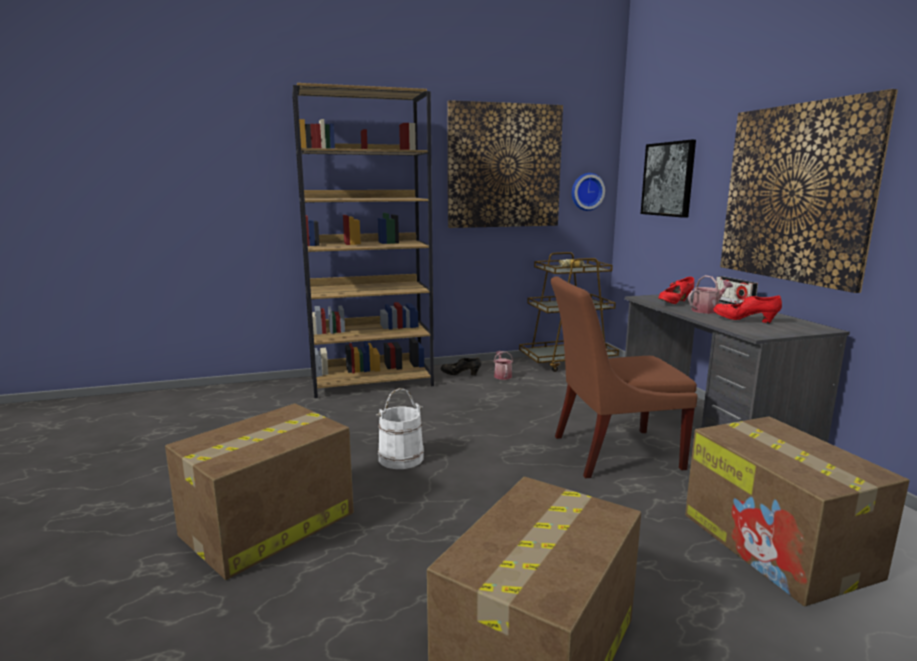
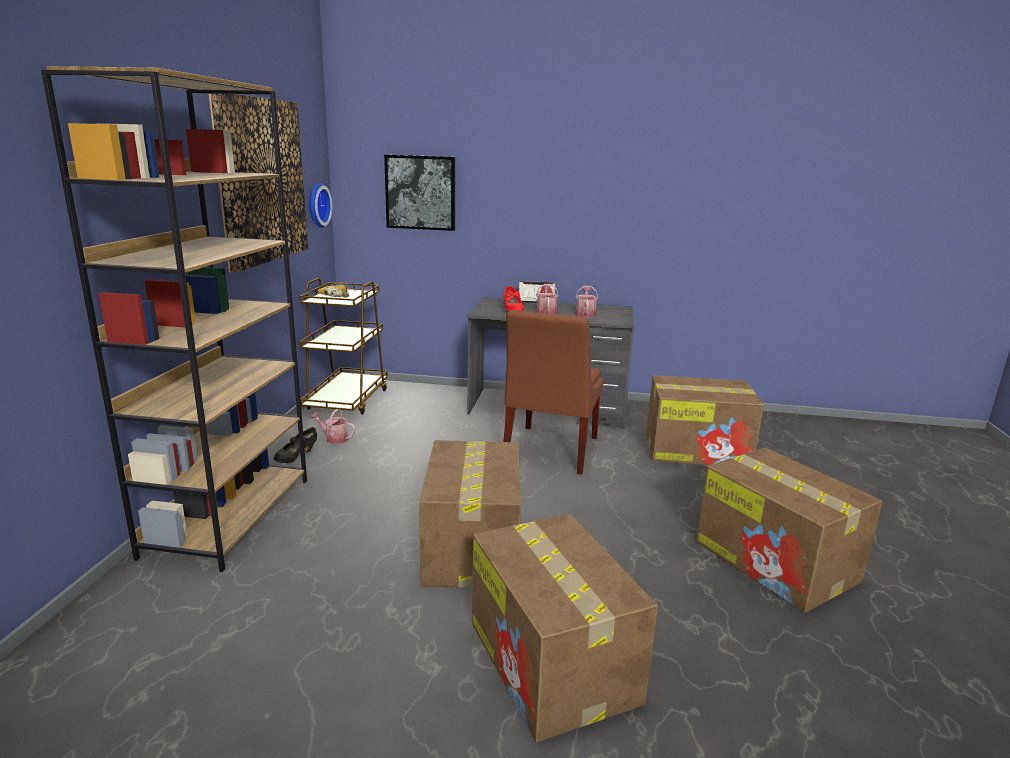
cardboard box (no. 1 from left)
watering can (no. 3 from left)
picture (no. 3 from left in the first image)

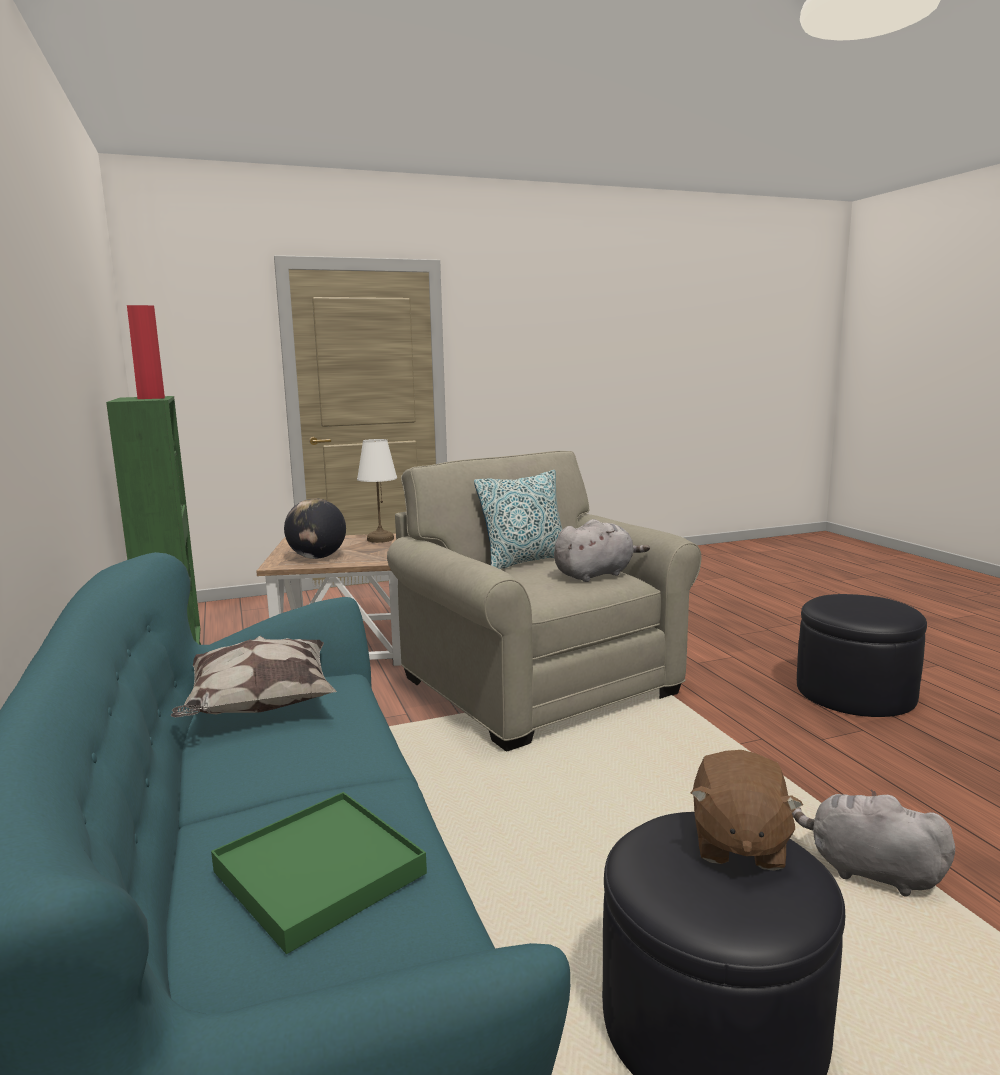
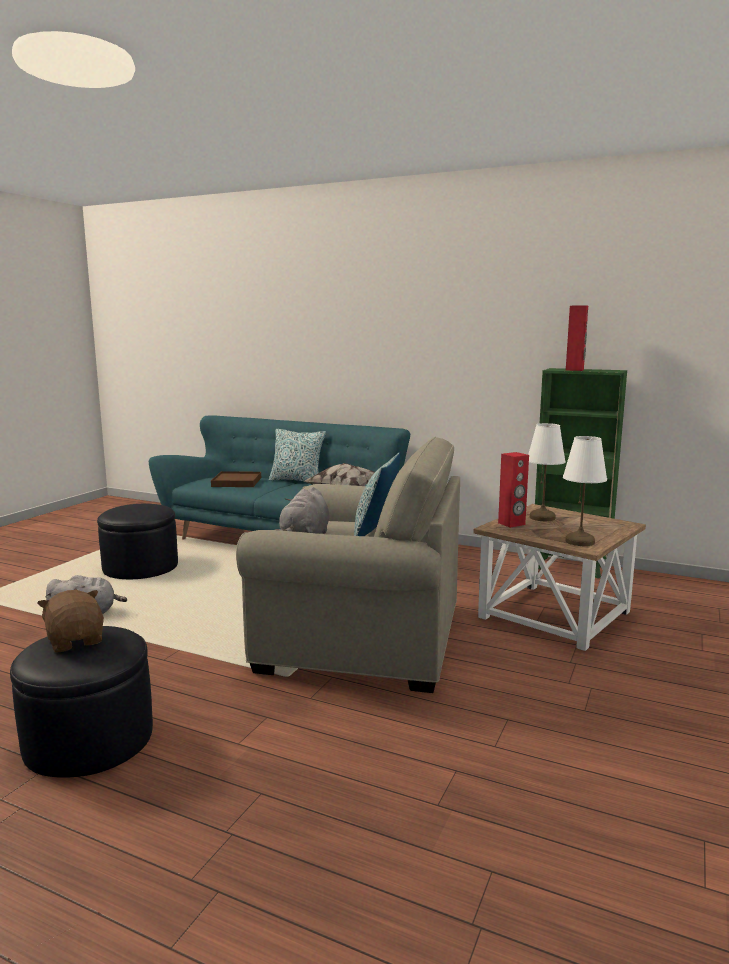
tray/brown
table lamp/white (no. 1 from left)
plush toy/brown
pillow (no. 1 from left)
speaker/red (no. 1 from left)

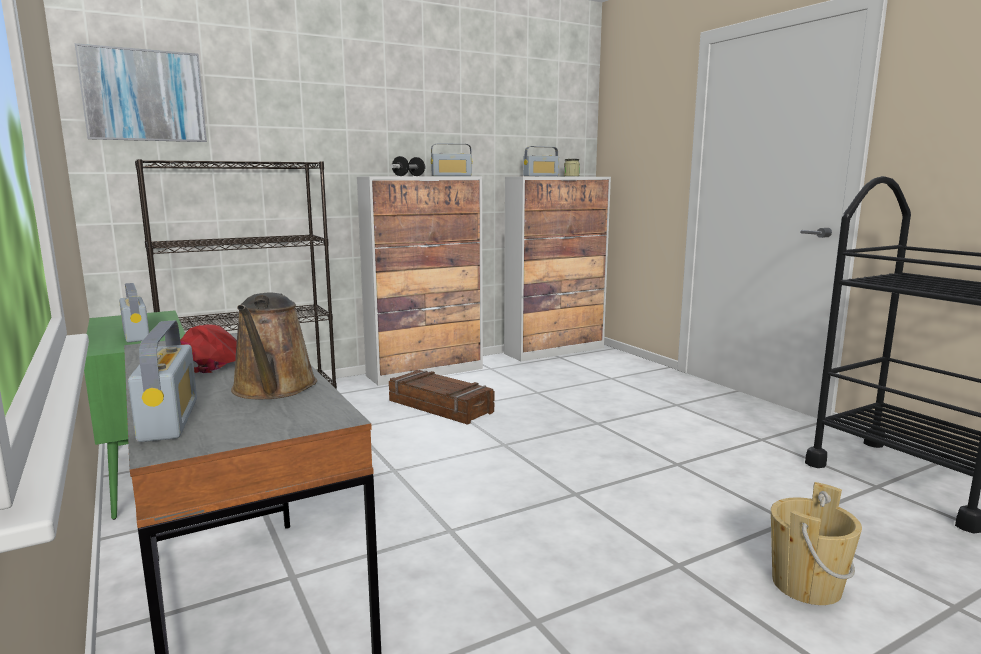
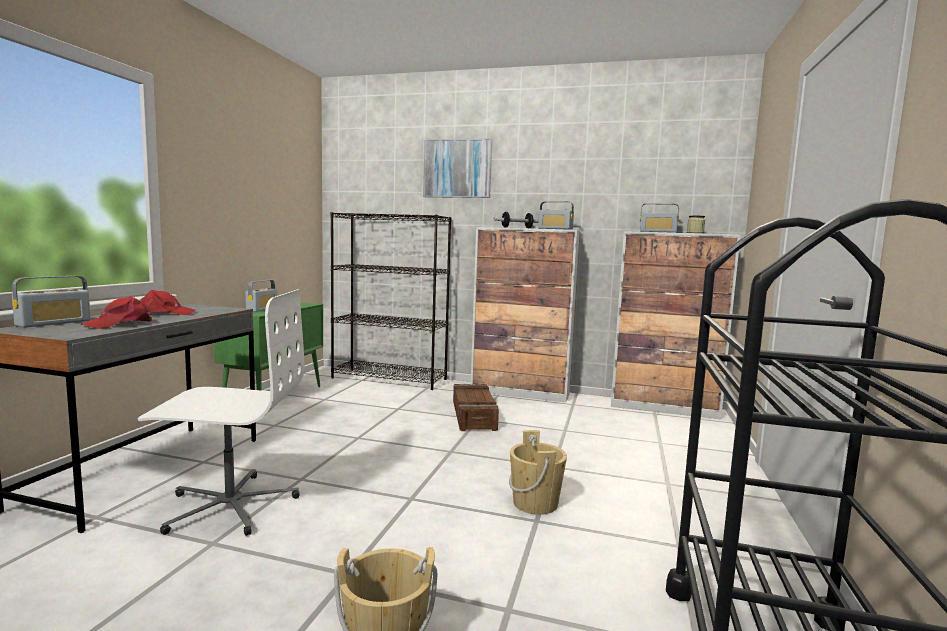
picture
cap/red (no. 1 from left)
office chair/white
bucket/beige (no. 2 from left)

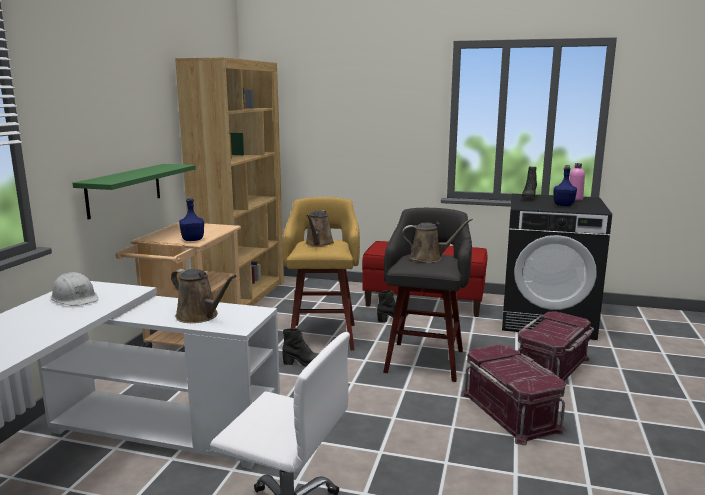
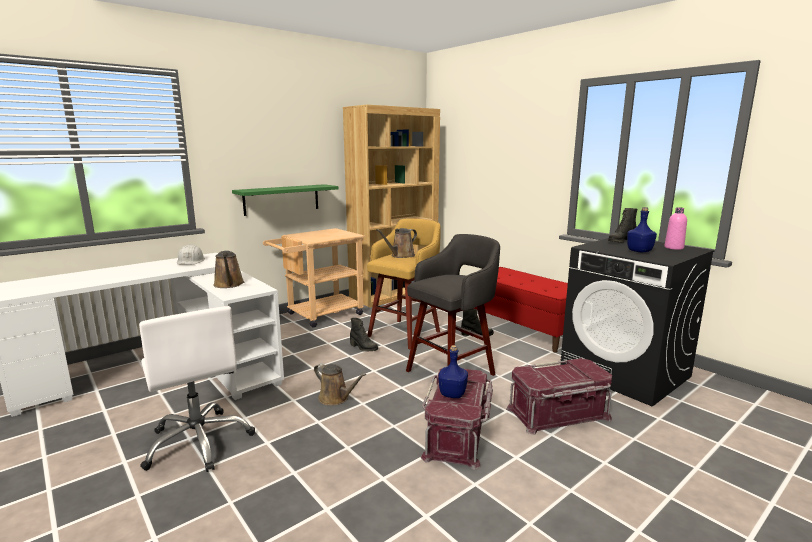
bottle/blue (no. 1 from left)
watering can/brown (no. 2 from left)

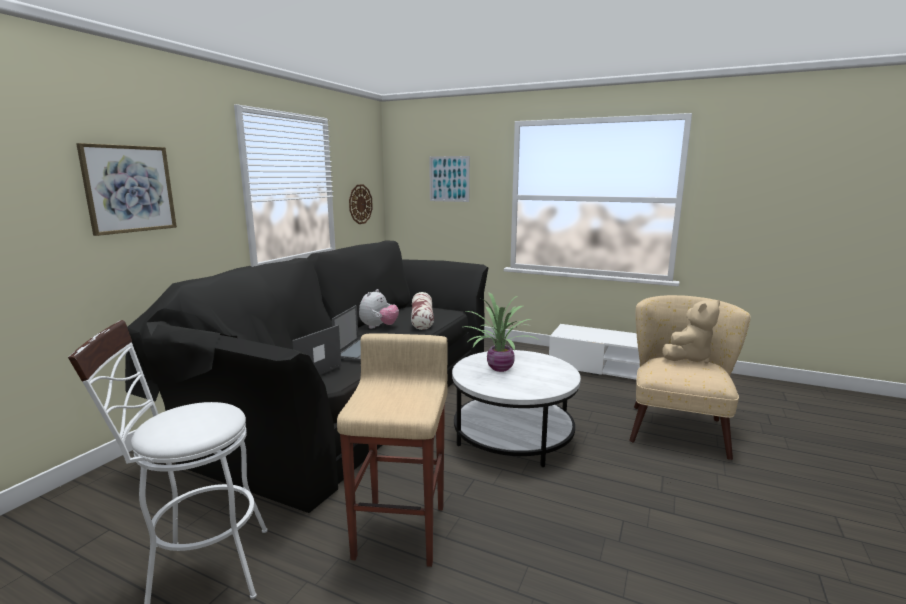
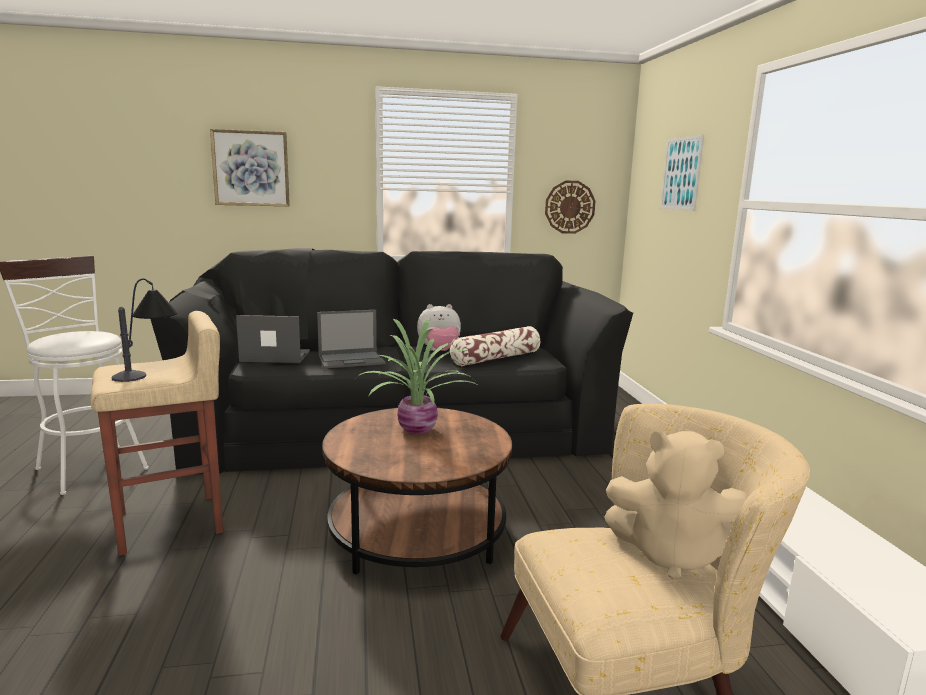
coffee table/brown
table lamp

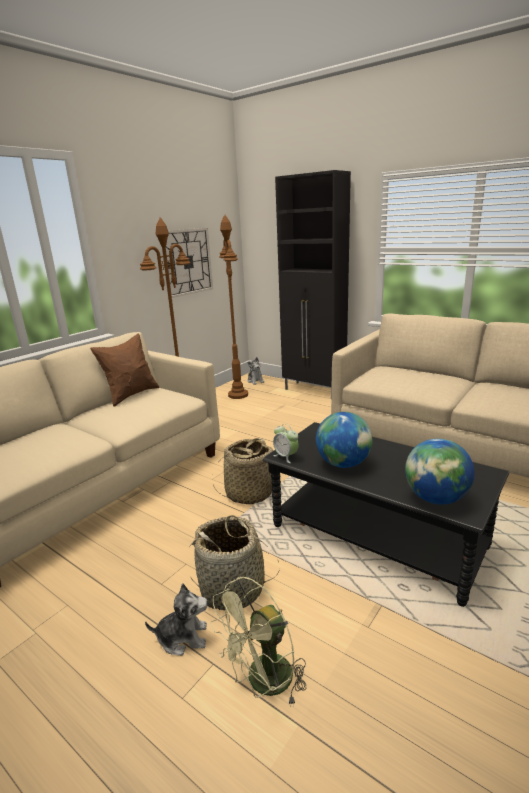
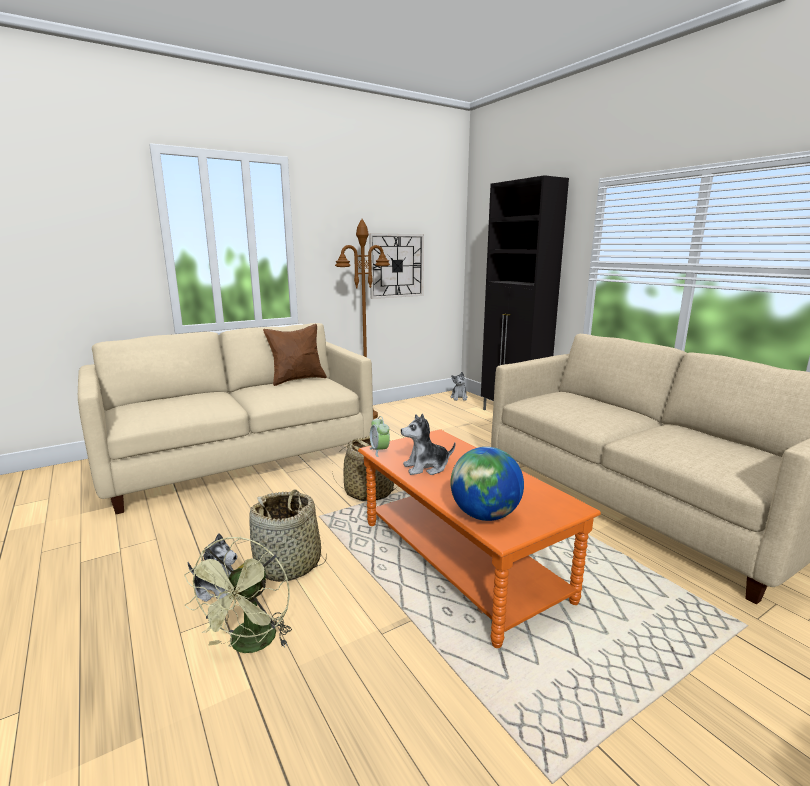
fan/green
floor lamp/brown (no. 2 from left in the first image)
coffee table/orange
plush toy (no. 2 from left)

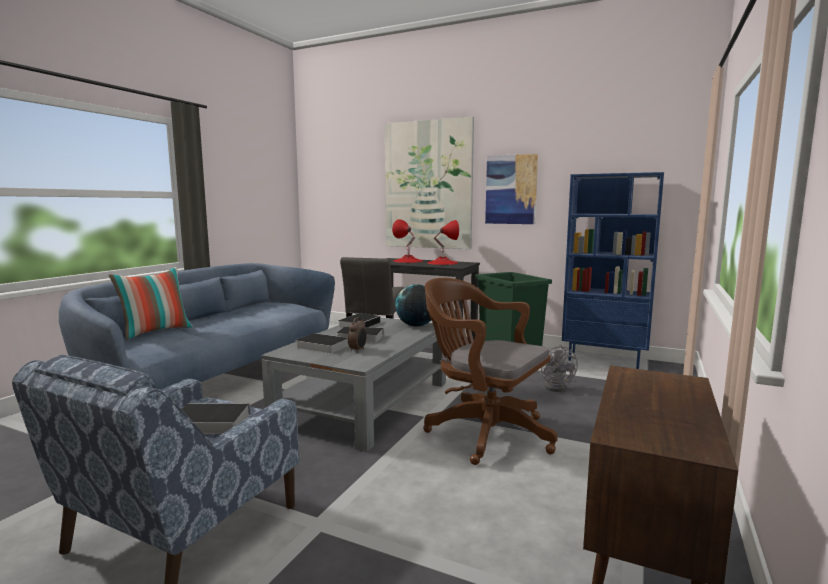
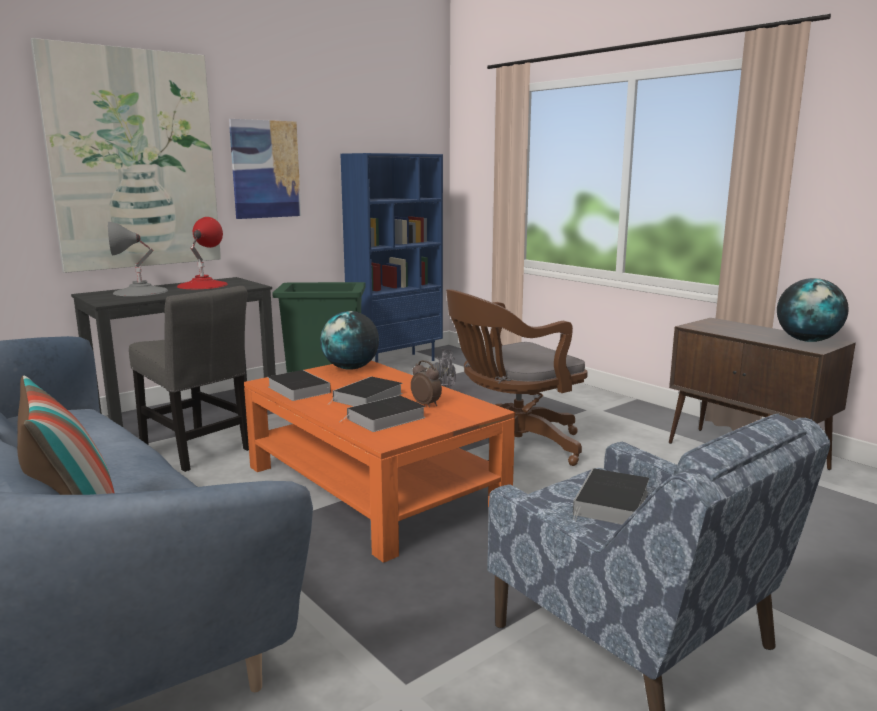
coffee table/orange
table lamp/grey
globe (no. 2 from left)

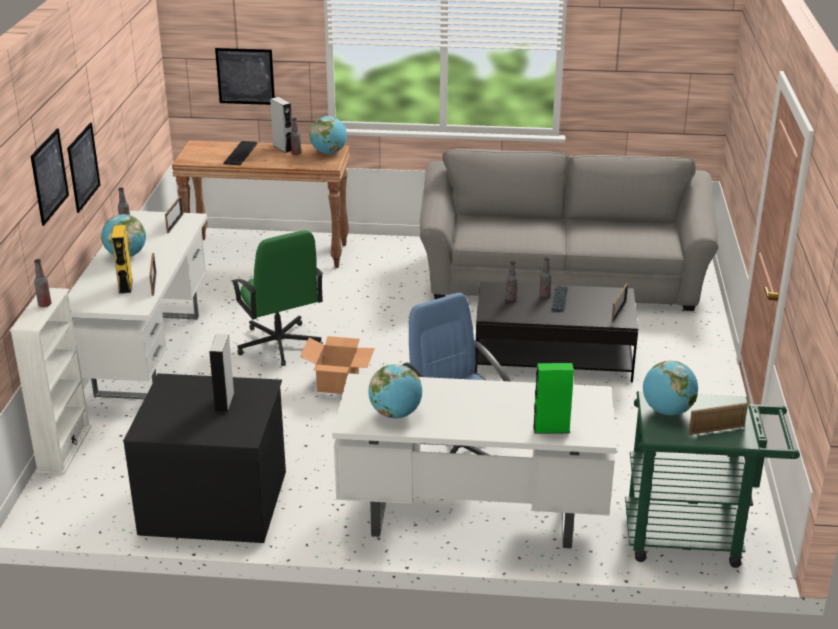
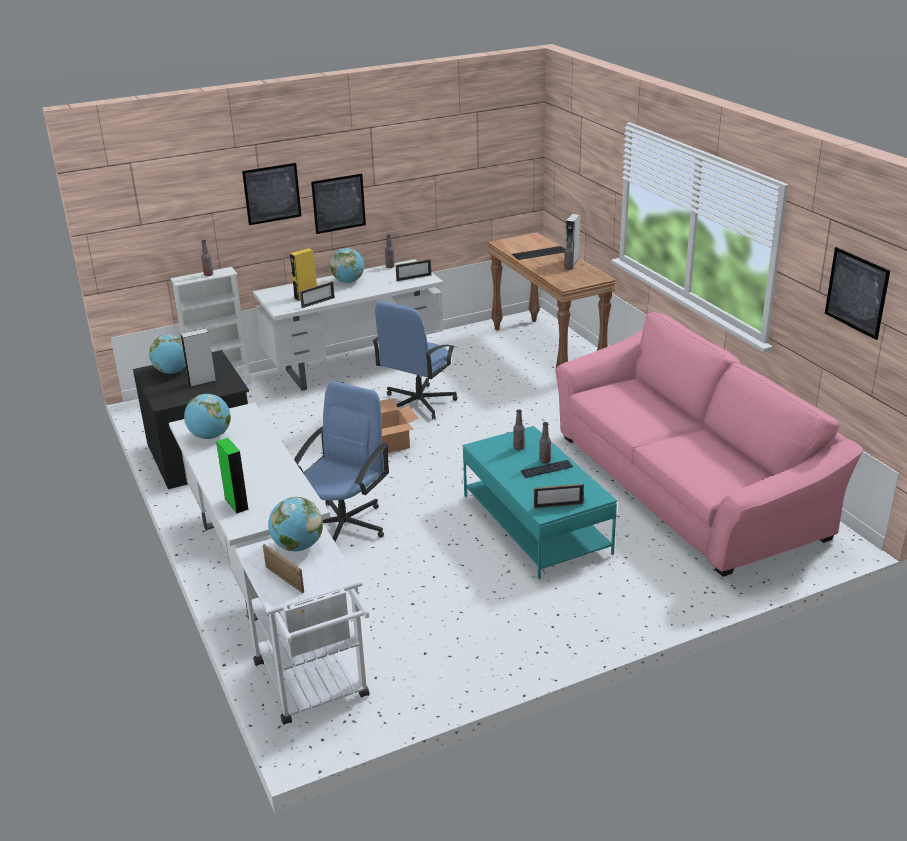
picture (no. 3 from left)
office chair/blue (no. 2 from left)
globe (no. 1 from left)
sofa/pink
coffee table/turquoise
cart/white

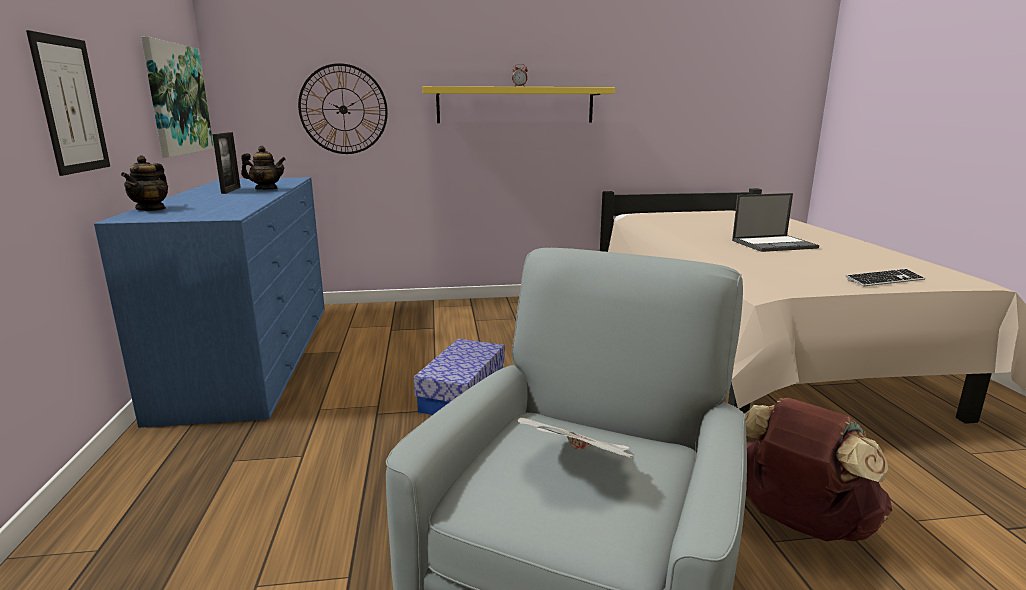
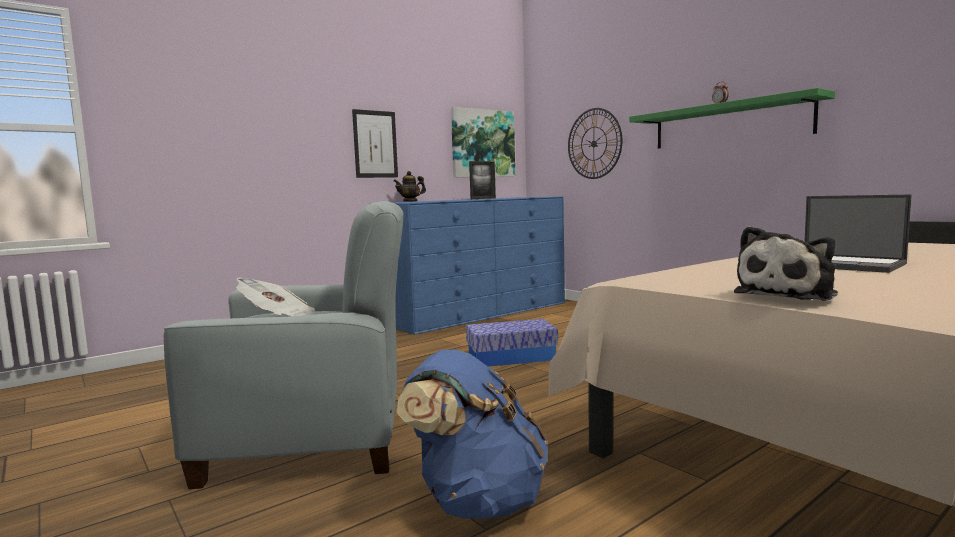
teapot (no. 2 from left in the first image)
shelf/green
backpack/blue
plush toy

